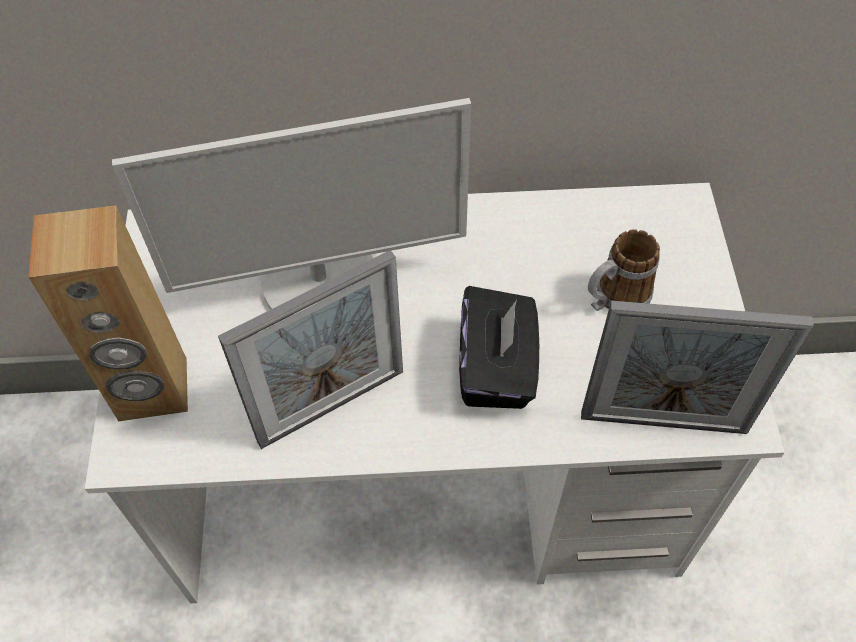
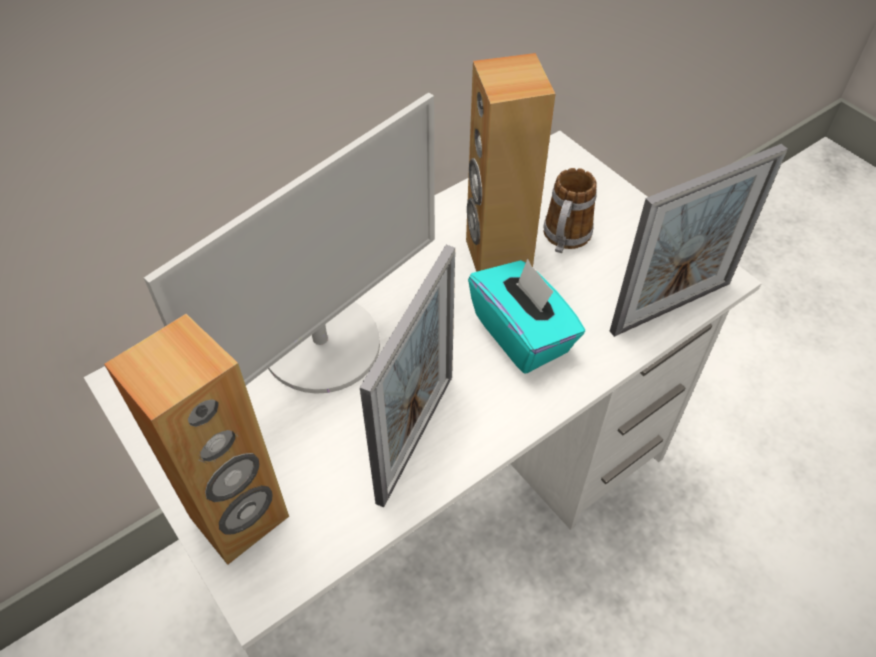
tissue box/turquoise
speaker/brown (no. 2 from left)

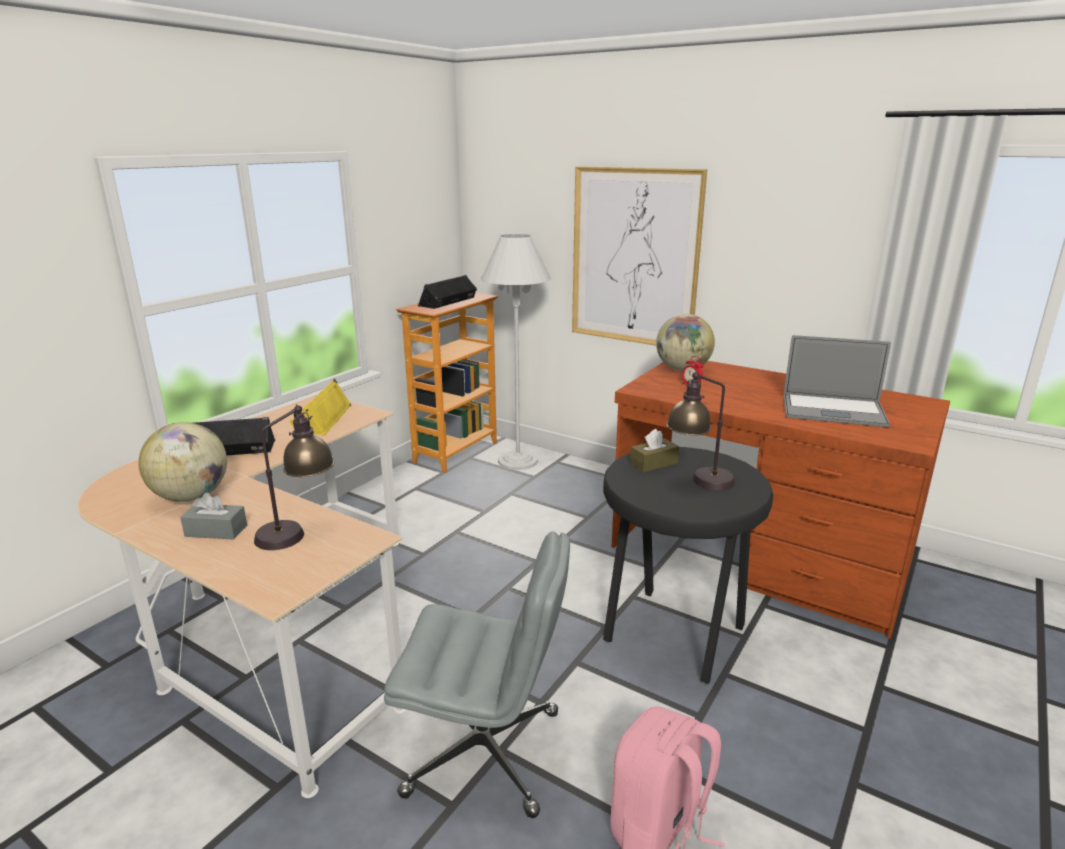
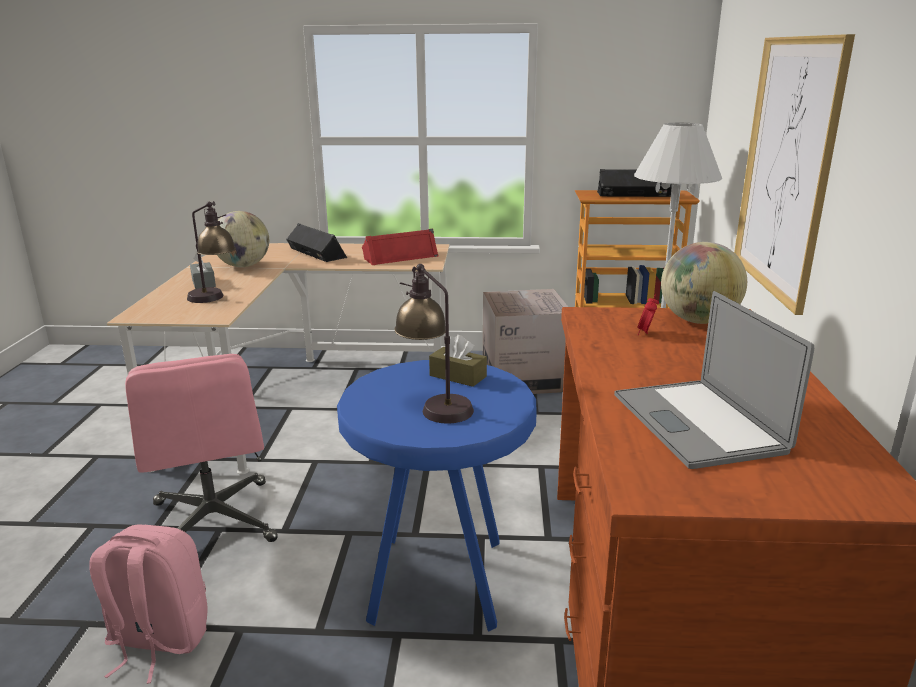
speaker/red
office chair/pink
stool/blue
cardboard box

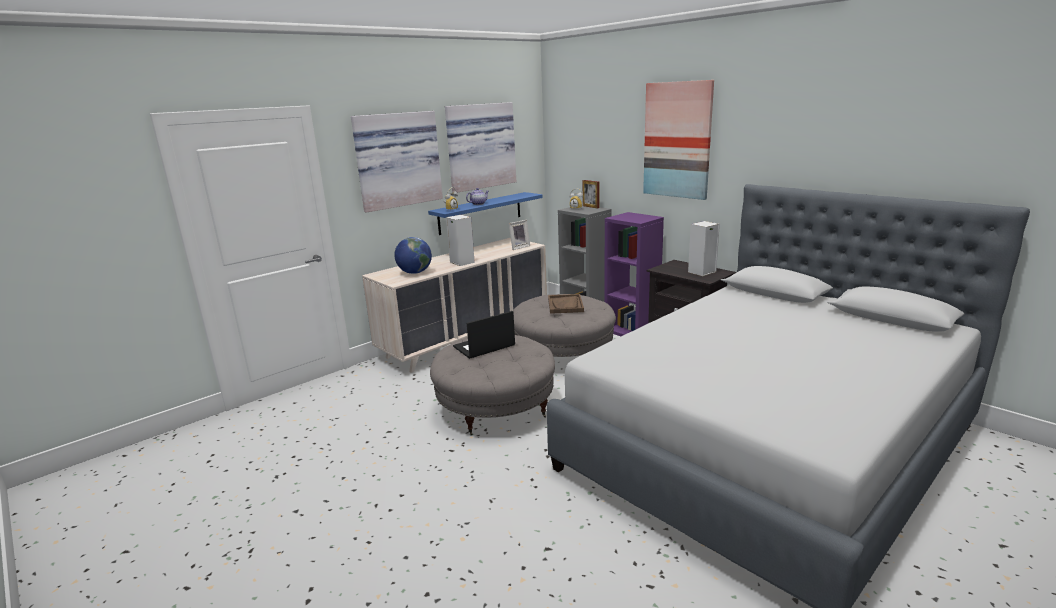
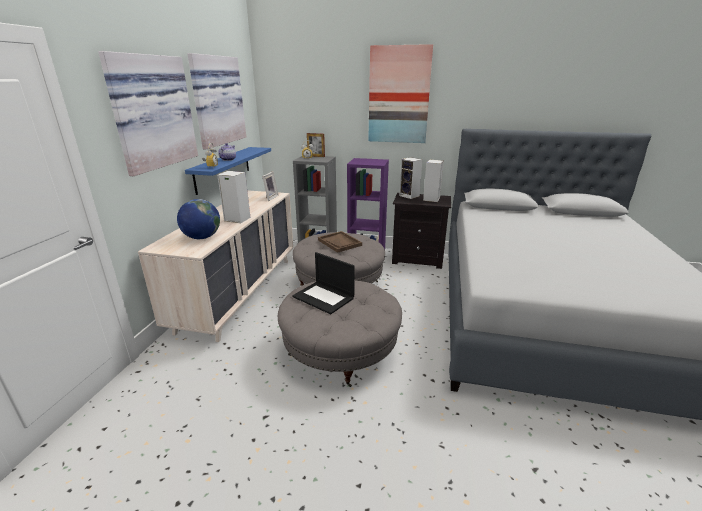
laptop
speaker (no. 2 from left)

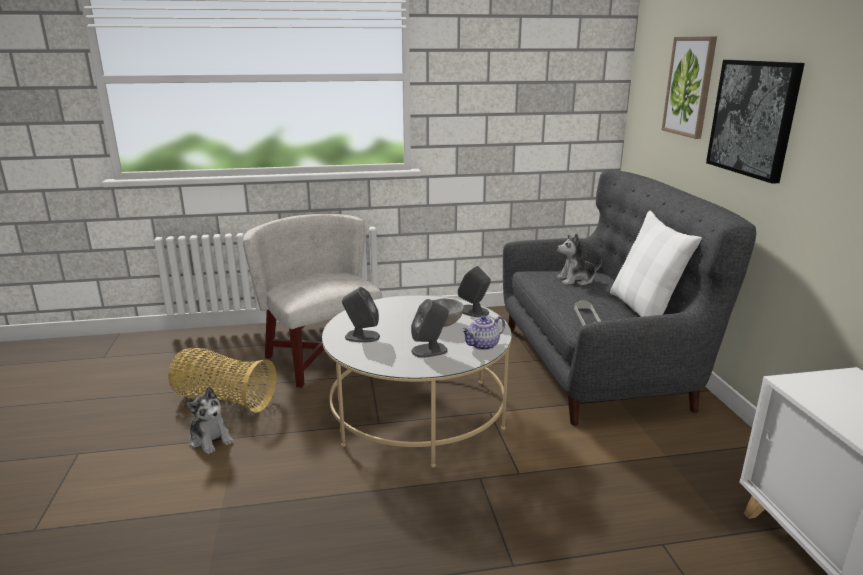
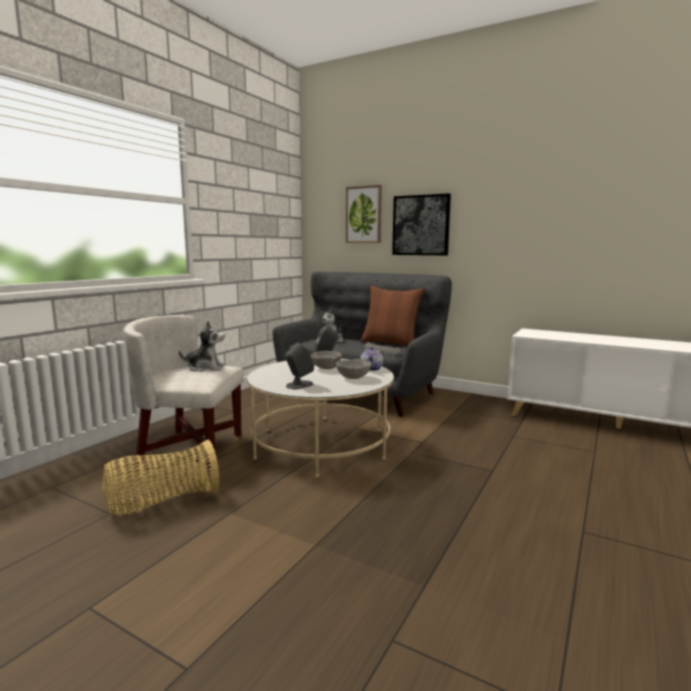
plush toy (no. 1 from left)
bowl/grey (no. 2 from left)
pillow/brown

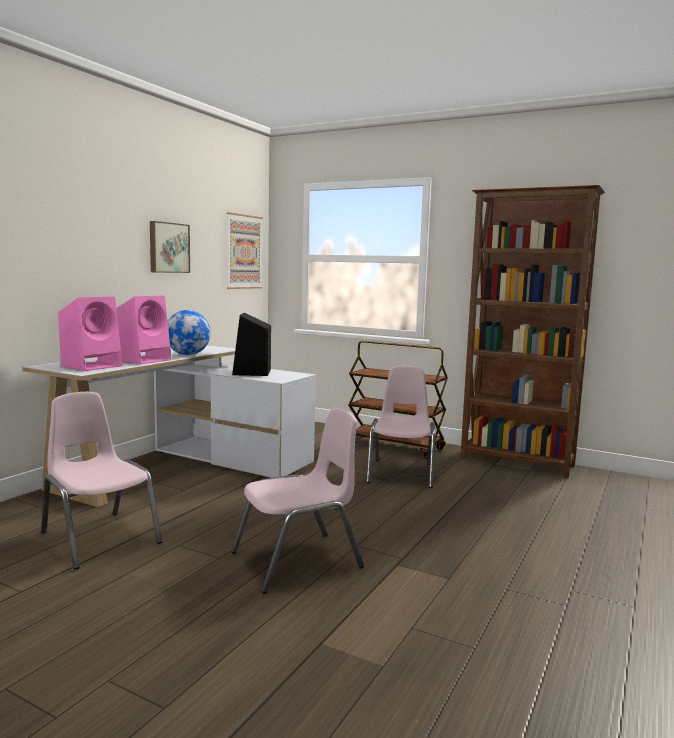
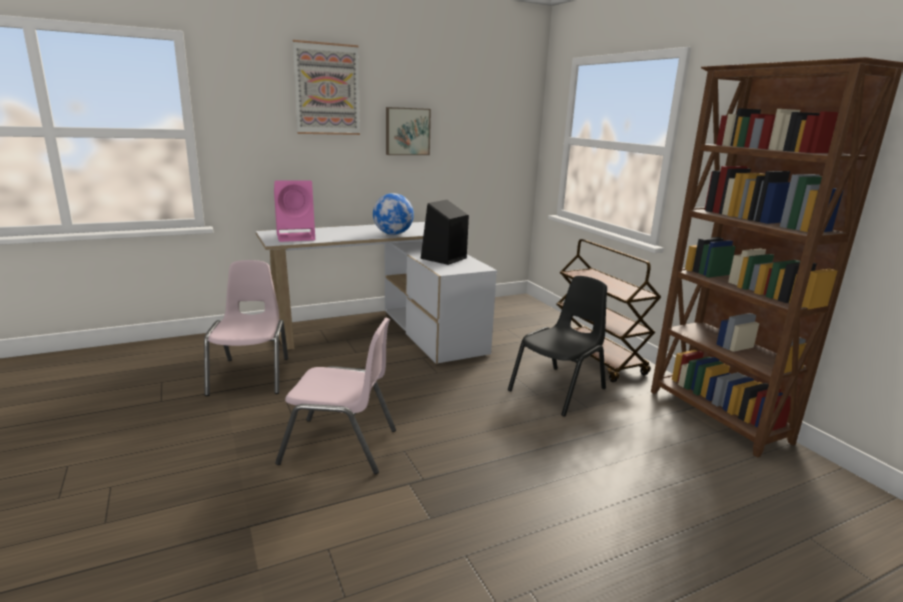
speaker/pink (no. 2 from left in the first image)
picture (no. 1 from left)
chair/black

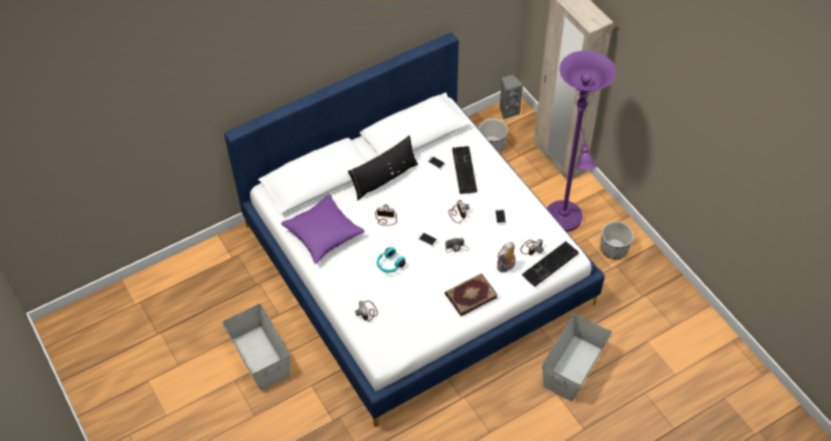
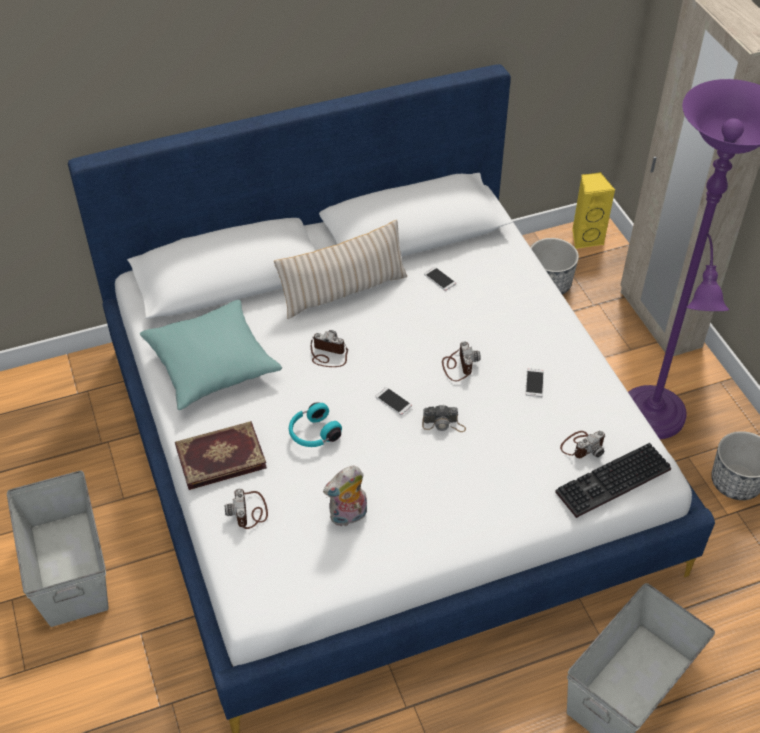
pillow/turquoise
pillow/beige
book
keyboard (no. 1 from left in the first image)
plush toy
speaker/yellow

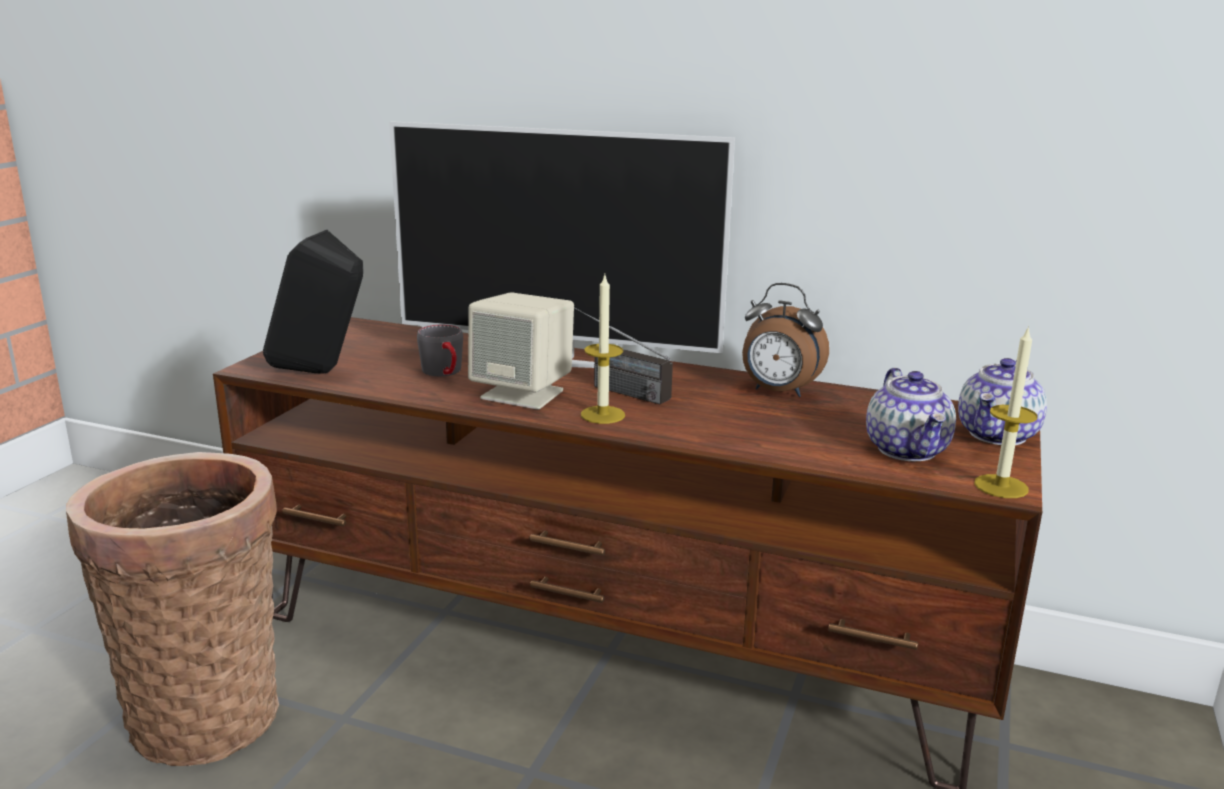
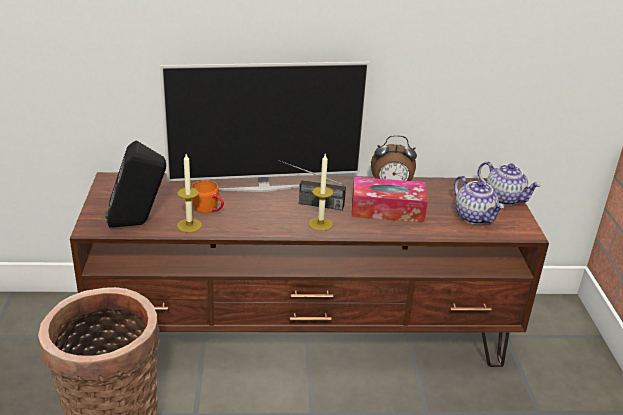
mug/orange
speaker/beige
teapot (no. 2 from left)
candle (no. 1 from left)
tissue box

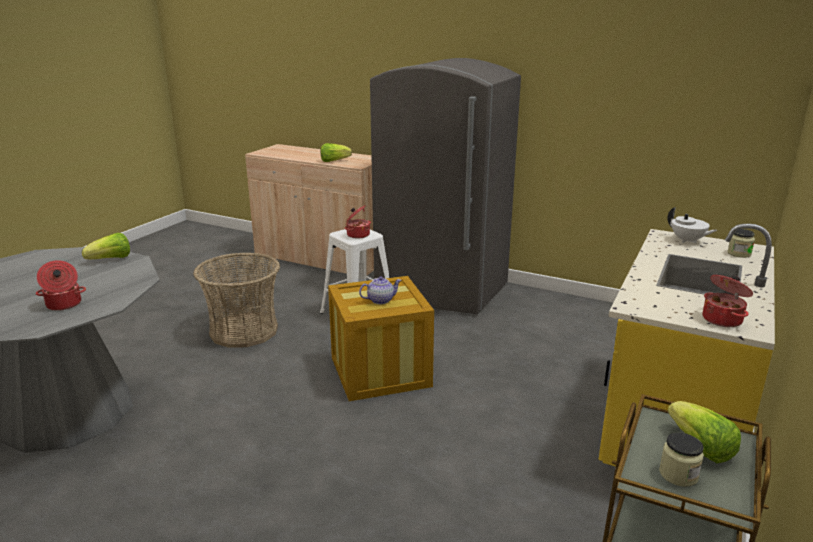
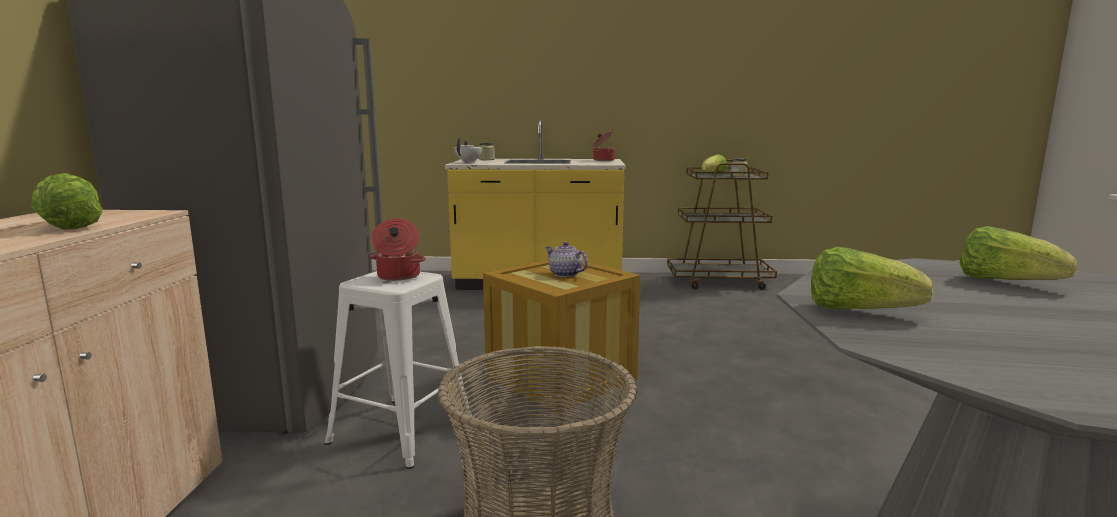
lettuce (no. 4 from left)

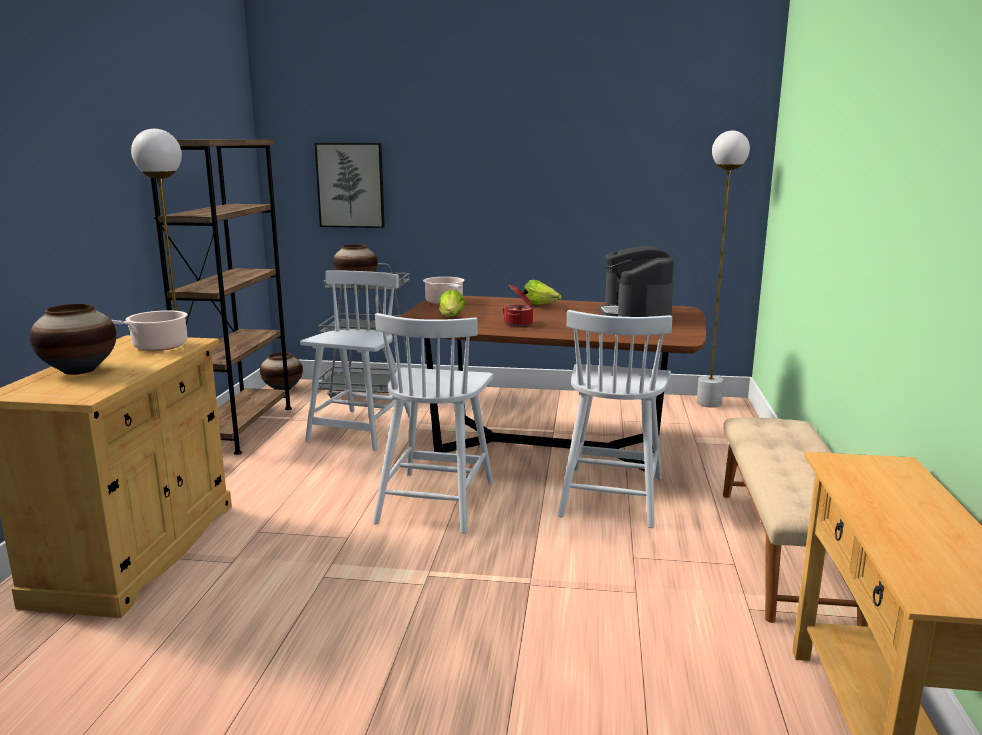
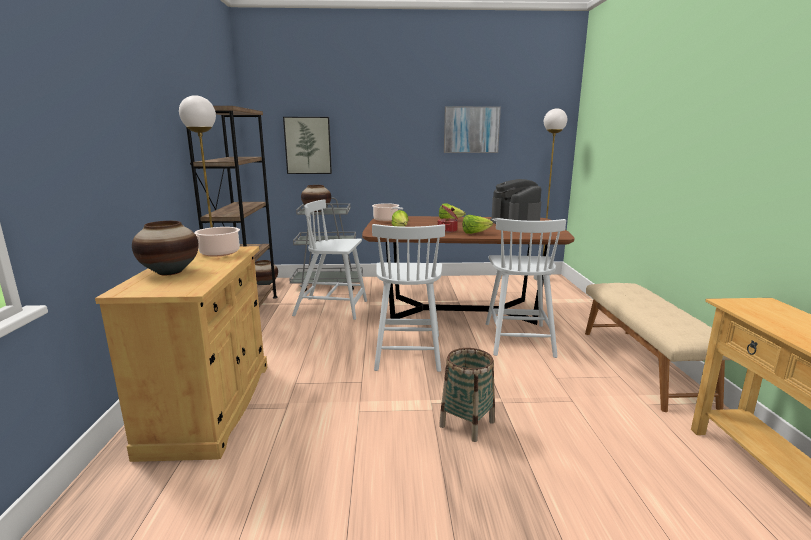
chair/white (no. 1 from left)
basket
picture (no. 2 from left)
lettuce (no. 3 from left)

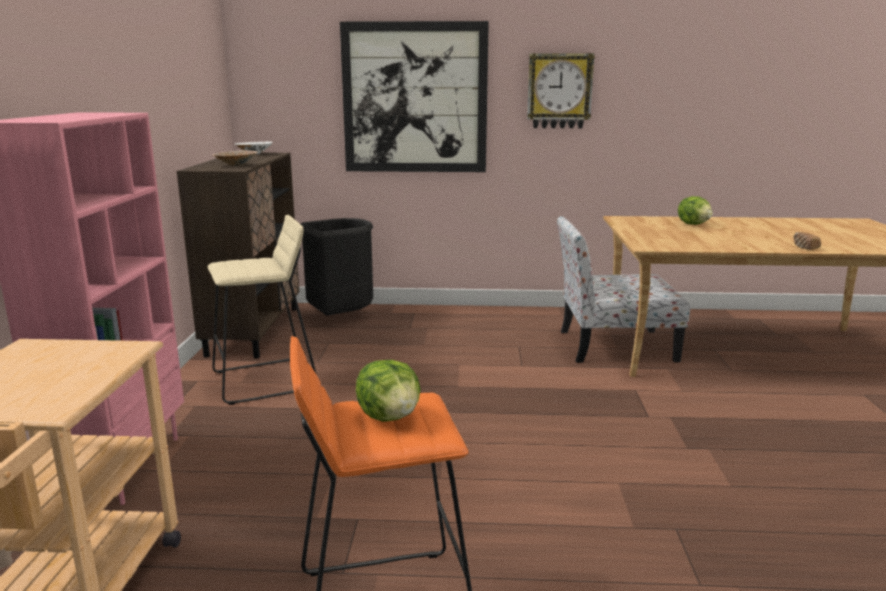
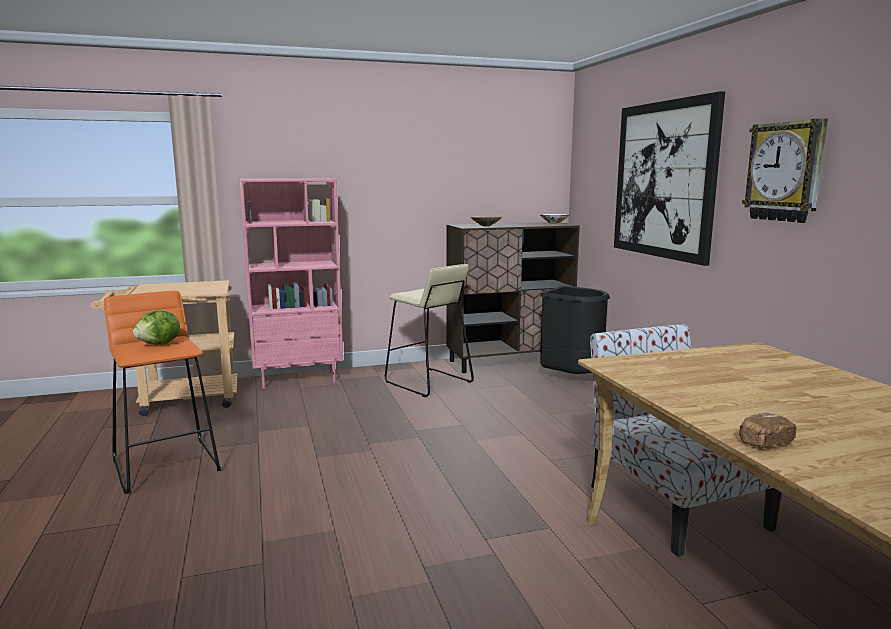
lettuce (no. 2 from left in the first image)

